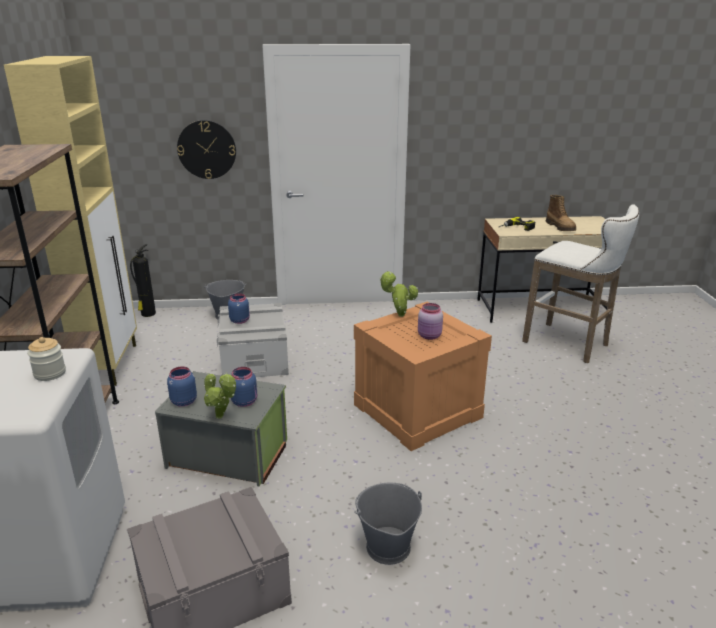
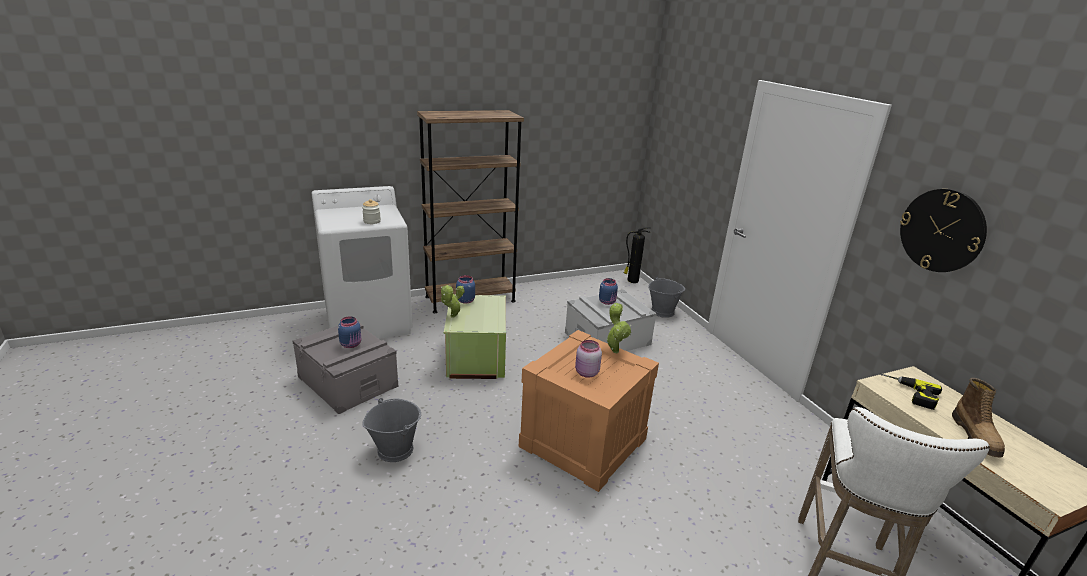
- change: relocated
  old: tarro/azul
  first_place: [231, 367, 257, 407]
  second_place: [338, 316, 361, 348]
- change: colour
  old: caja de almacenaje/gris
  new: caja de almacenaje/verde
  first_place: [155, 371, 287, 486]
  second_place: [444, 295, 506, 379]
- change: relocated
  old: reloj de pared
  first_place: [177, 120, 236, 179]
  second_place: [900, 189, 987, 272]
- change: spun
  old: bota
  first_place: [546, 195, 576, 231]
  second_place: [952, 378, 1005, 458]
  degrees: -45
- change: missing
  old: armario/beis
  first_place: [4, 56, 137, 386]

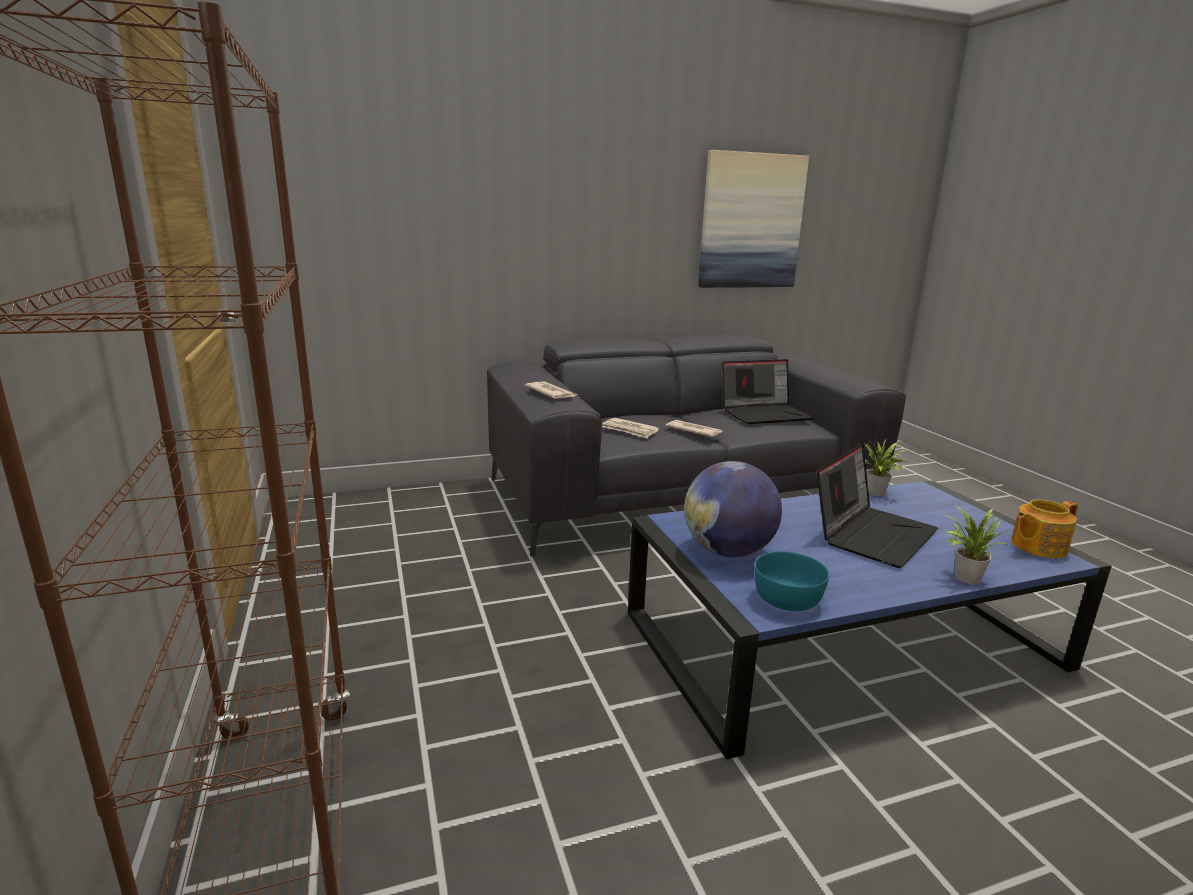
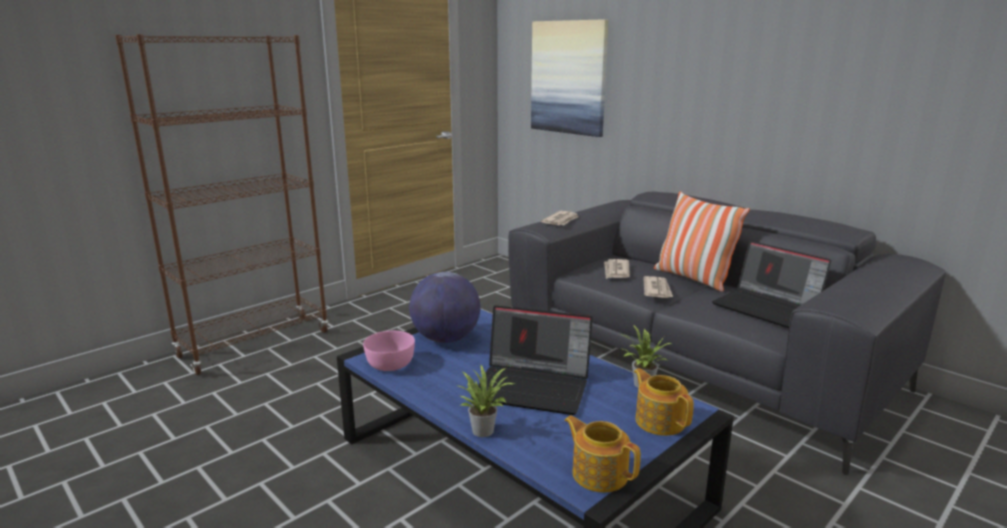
- change: colour
  old: cuenco/turquesa
  new: cuenco/rosa
  first_place: [754, 551, 829, 611]
  second_place: [363, 331, 415, 371]
- change: relocated
  old: cuadro
  first_place: [698, 150, 809, 288]
  second_place: [531, 19, 608, 137]
- change: appeared
  new: tetera
  second_place: [634, 368, 694, 436]
- change: appeared
  new: cojín
  second_place: [654, 191, 750, 292]

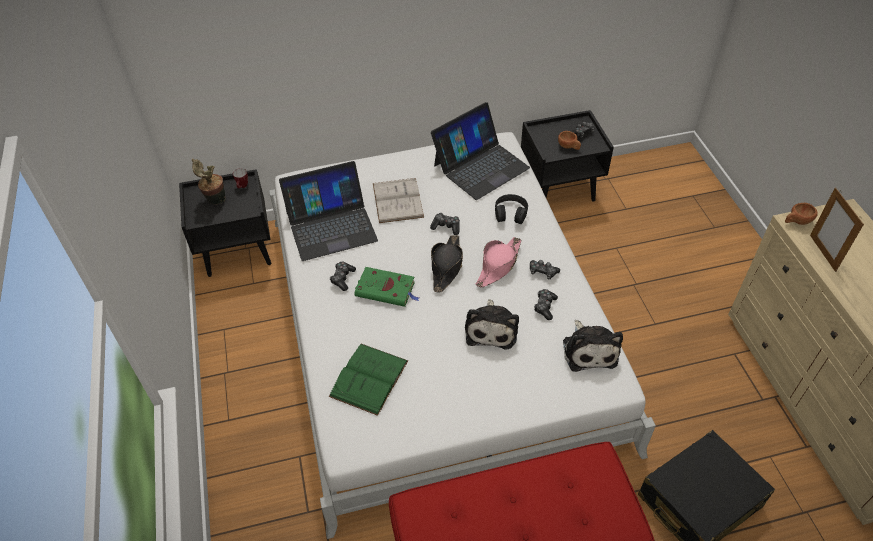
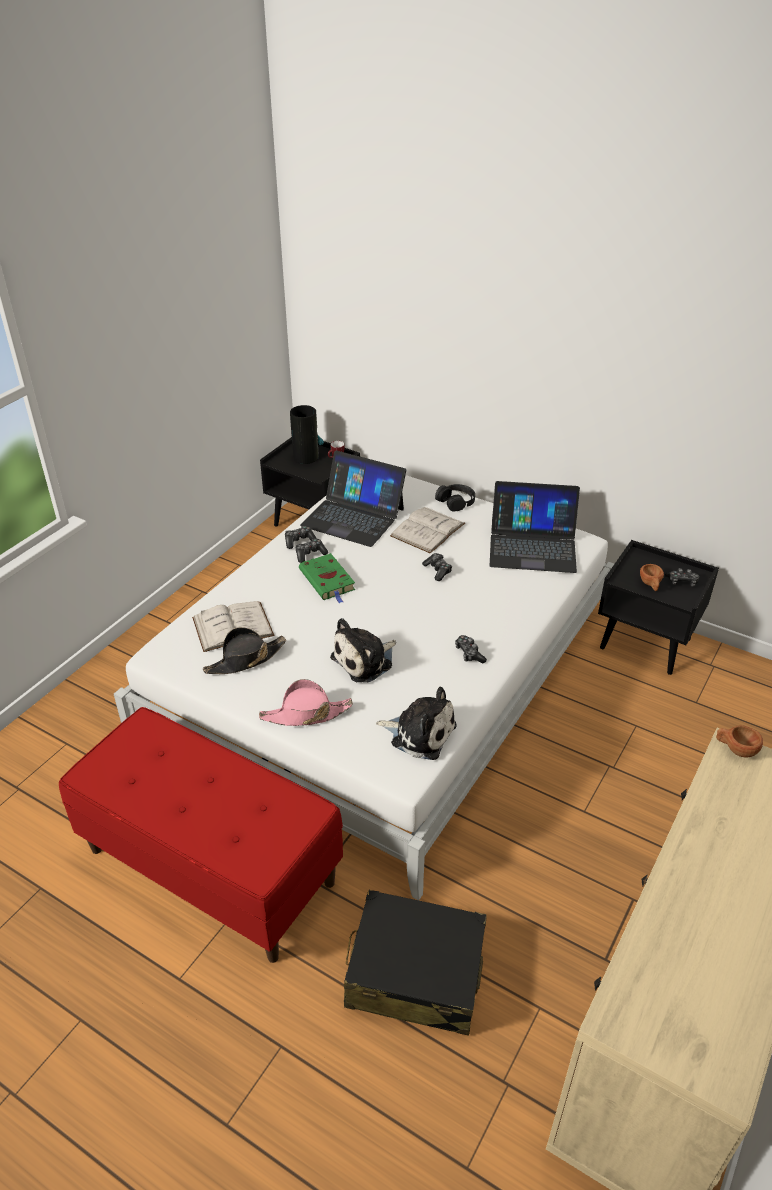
- change: colour
  old: libro/verde
  new: libro/blanco
  first_place: [329, 344, 408, 416]
  second_place: [192, 601, 274, 652]
- change: relocated
  old: sombrero/negro
  first_place: [431, 235, 463, 292]
  second_place: [203, 627, 286, 674]
- change: relocated
  old: sombrero/rosa
  first_place: [476, 237, 521, 287]
  second_place: [259, 679, 353, 726]
- change: relocated
  old: mando de consola
  first_place: [534, 289, 558, 320]
  second_place: [285, 526, 317, 549]
- change: exchanged
  old: planta en maceta
  new: florero
  first_place: [192, 159, 226, 204]
  second_place: [290, 405, 324, 464]
- change: spun
  old: peluche
  first_place: [563, 320, 623, 372]
  second_place: [376, 686, 456, 760]
  degrees: -105
- change: relocated
  old: auriculares/negro
  first_place: [495, 194, 528, 224]
  second_place: [435, 484, 475, 512]
- change: missing
  old: portarretratos
  first_place: [810, 187, 864, 272]

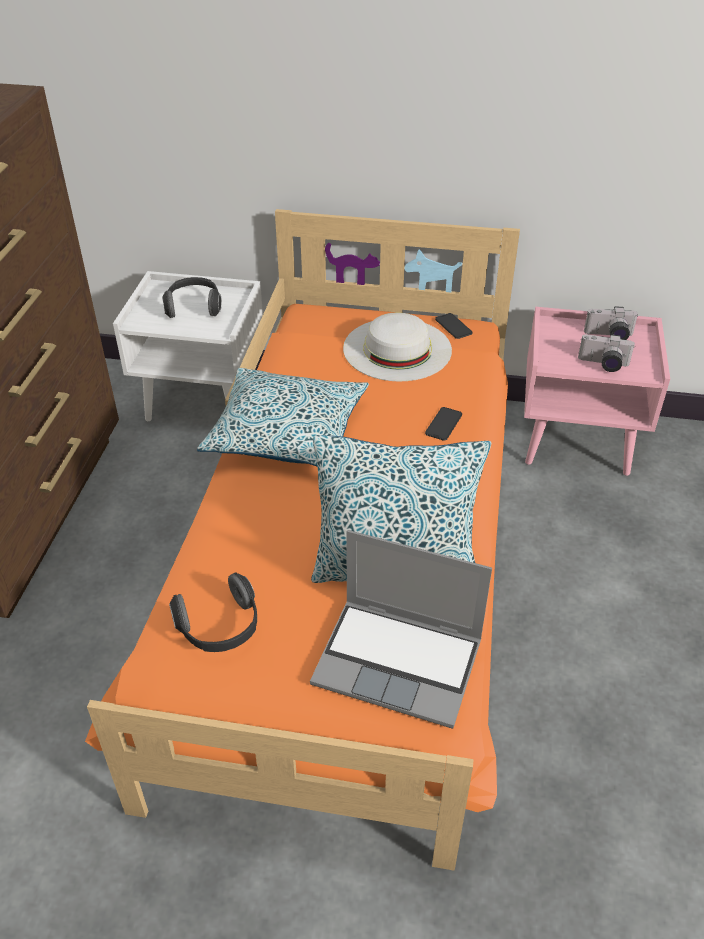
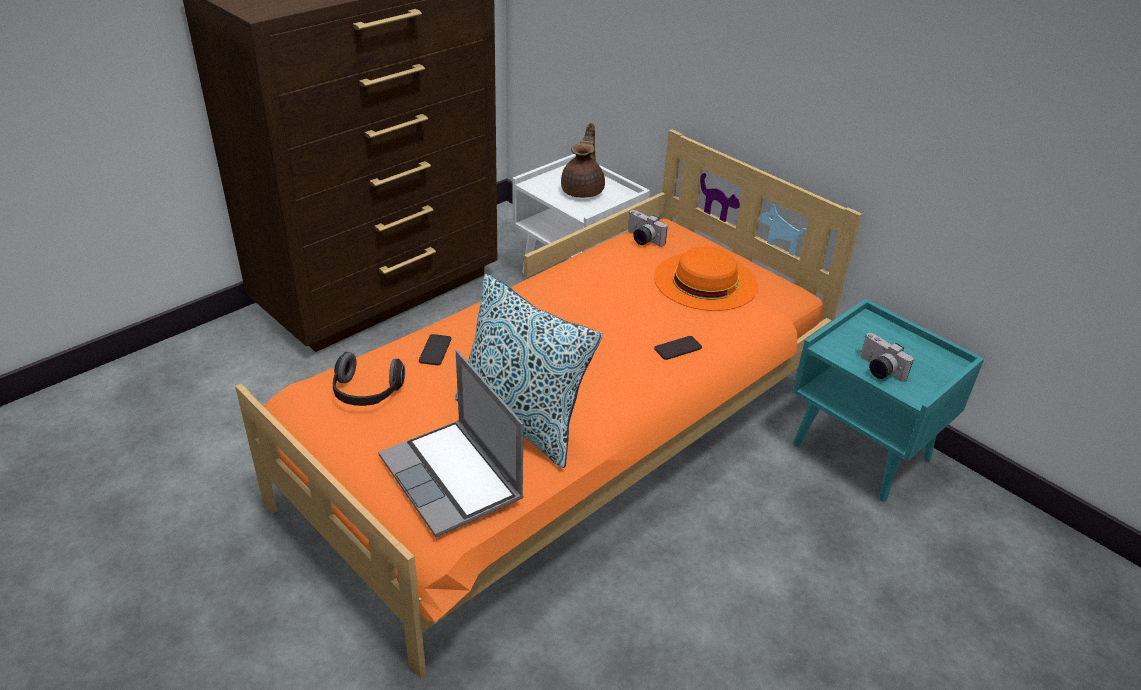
- change: relocated
  old: móvil
  first_place: [435, 313, 473, 339]
  second_place: [419, 334, 451, 365]
- change: exchanged
  old: auriculares
  new: tetera/marrón
  first_place: [162, 277, 222, 318]
  second_place: [561, 123, 605, 198]
- change: relocated
  old: cámara
  first_place: [584, 306, 638, 340]
  second_place: [628, 210, 668, 246]
- change: colour
  old: sombrero/blanco
  new: sombrero/naranja
  first_place: [343, 313, 452, 381]
  second_place: [654, 247, 758, 311]
- change: colour
  old: mesita de noche/rosa
  new: mesita de noche/turquesa
  first_place: [524, 307, 670, 476]
  second_place: [792, 299, 985, 502]
- change: missing
  old: cojín
  first_place: [197, 368, 369, 466]

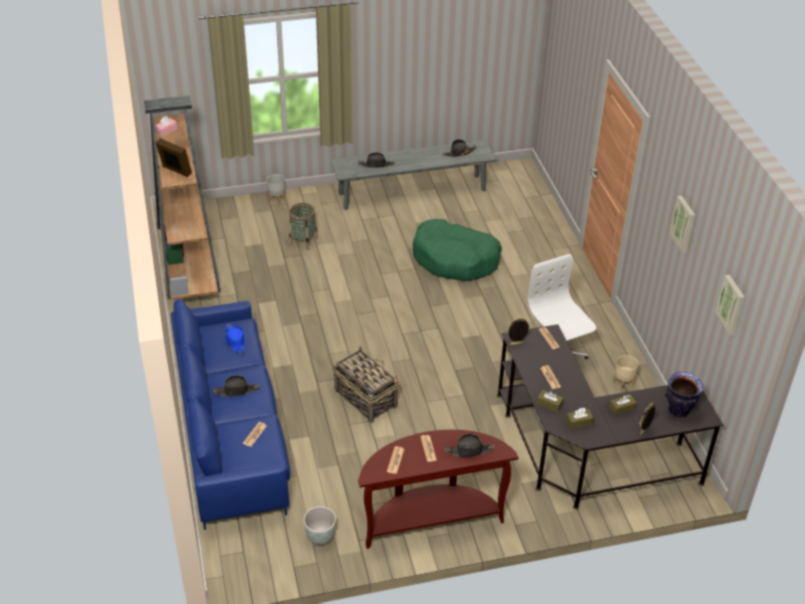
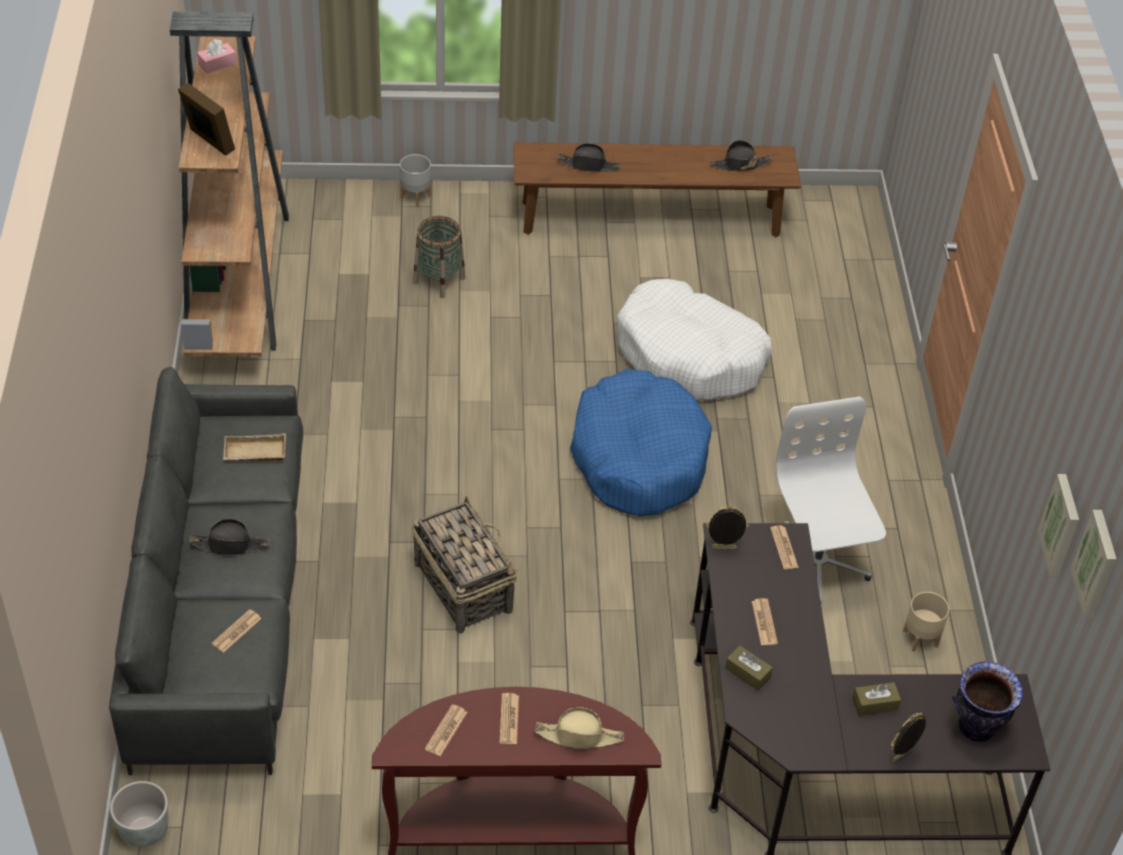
- change: colour
  old: sofá/azul
  new: sofá/gris
  first_place: [171, 299, 290, 530]
  second_place: [109, 367, 303, 775]
- change: relocated
  old: maceta/gris
  first_place: [304, 506, 336, 545]
  second_place: [110, 781, 169, 848]
- change: exchanged
  old: sombrero/azul
  new: bandeja/beis
  first_place: [225, 323, 244, 354]
  second_place: [223, 433, 286, 461]
- change: colour
  old: banco/gris
  new: banco/marrón
  first_place: [330, 140, 496, 210]
  second_place: [513, 143, 801, 237]
- change: colour
  old: sombrero/negro
  new: sombrero/beis
  first_place: [445, 434, 495, 457]
  second_place: [535, 707, 624, 749]
- change: appeared
  new: cama para perro/azul
  second_place: [570, 369, 712, 516]
- change: colour
  old: cama para perro/verde
  new: cama para perro/blanco
  first_place: [413, 219, 502, 281]
  second_place: [617, 279, 772, 401]
- change: relocated
  old: cuadro
  first_place: [670, 196, 695, 253]
  second_place: [1038, 474, 1079, 577]
- change: missing
  old: caja de pañuelos/marrón
  first_place: [566, 408, 594, 429]

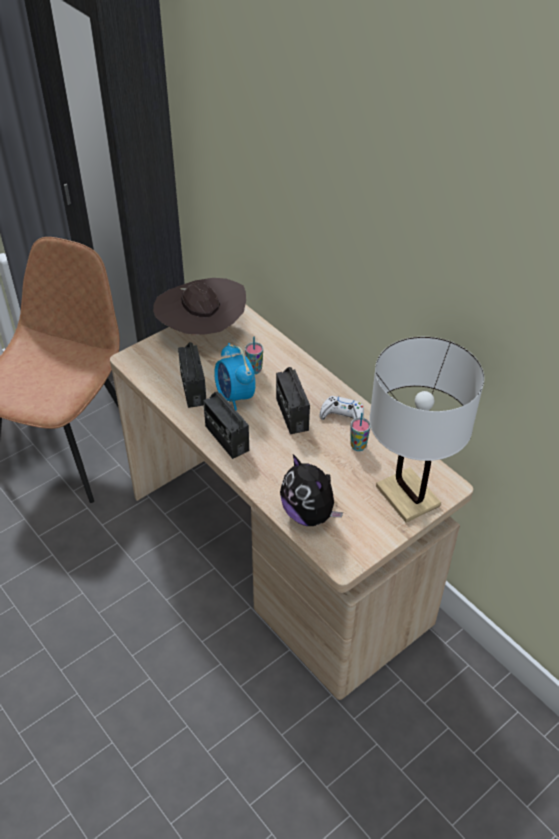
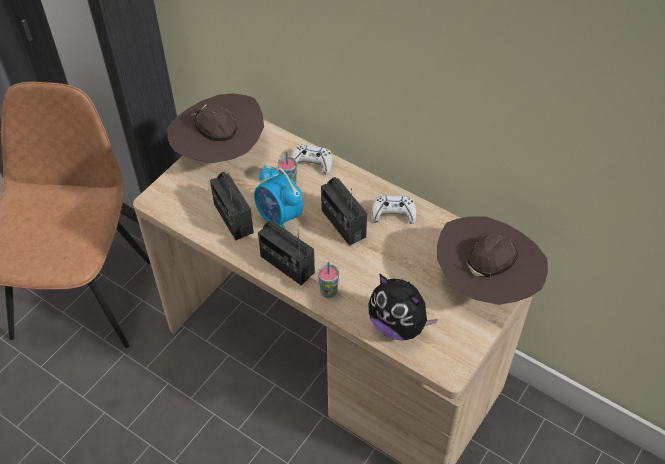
- change: appeared
  new: mando de consola/blanco
  second_place: [291, 145, 332, 175]
- change: relocated
  old: taza
  first_place: [351, 413, 370, 451]
  second_place: [318, 262, 339, 298]
- change: exchanged
  old: lámpara de mesa/blanco
  new: sombrero/marrón
  first_place: [369, 337, 484, 523]
  second_place: [437, 216, 548, 305]

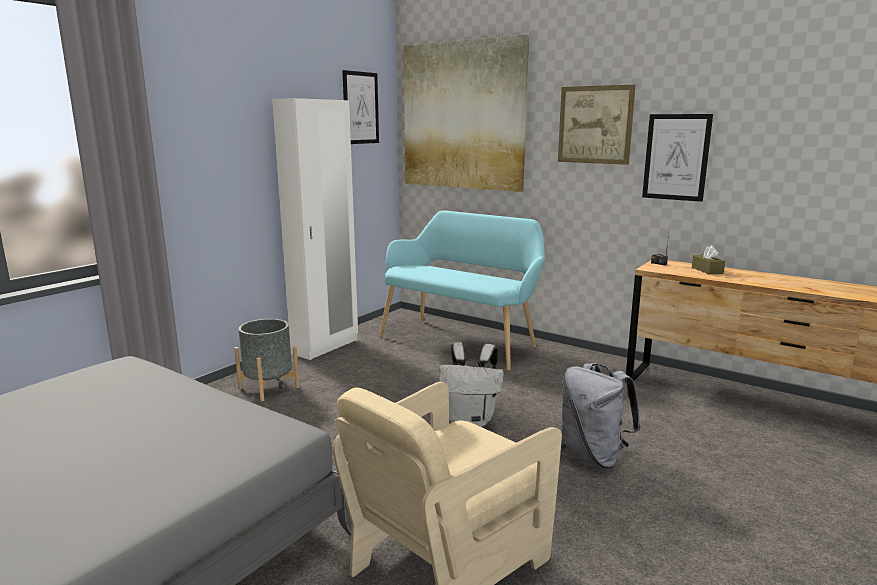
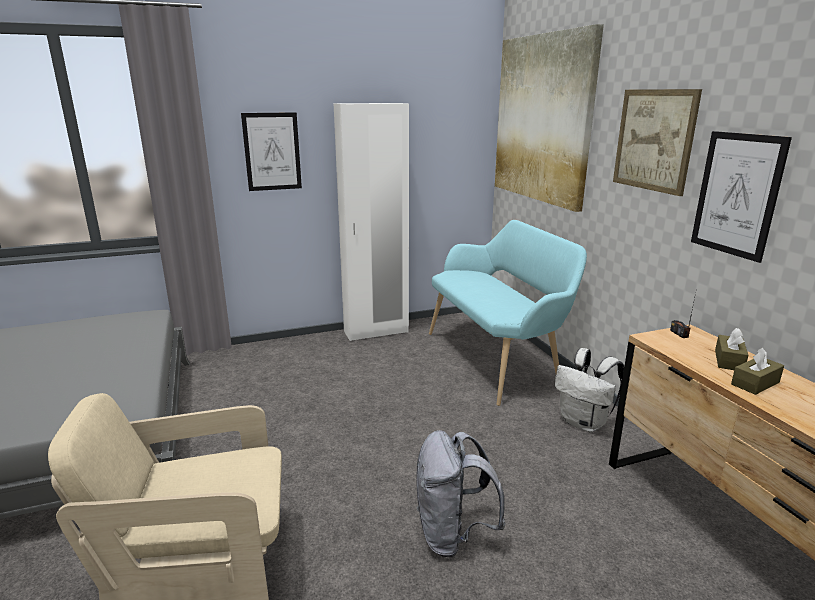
- change: relocated
  old: cuadro
  first_place: [342, 70, 379, 144]
  second_place: [241, 112, 302, 191]
- change: relocated
  old: mochila/blanco
  first_place: [439, 342, 504, 427]
  second_place: [555, 348, 624, 432]
- change: appeared
  new: caja de pañuelos/marrón
  second_place: [731, 348, 784, 395]
- change: missing
  old: maceta/gris
  first_place: [234, 319, 299, 401]

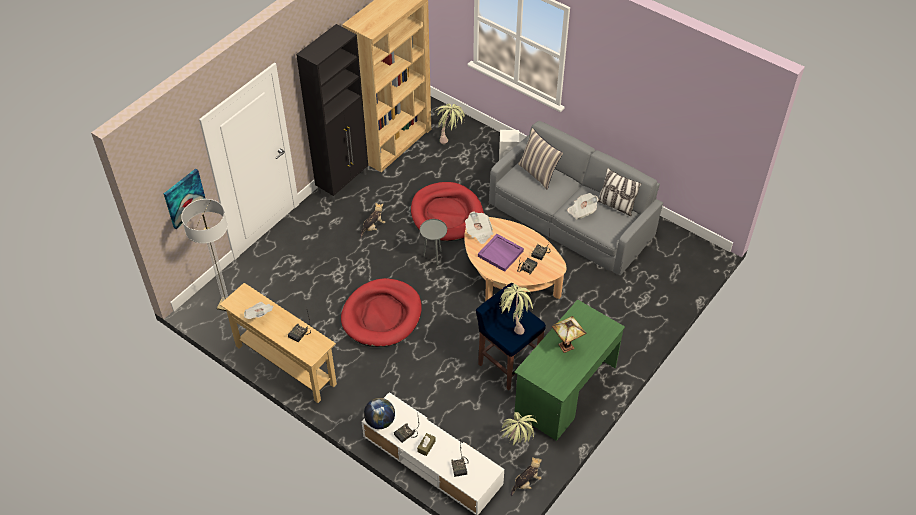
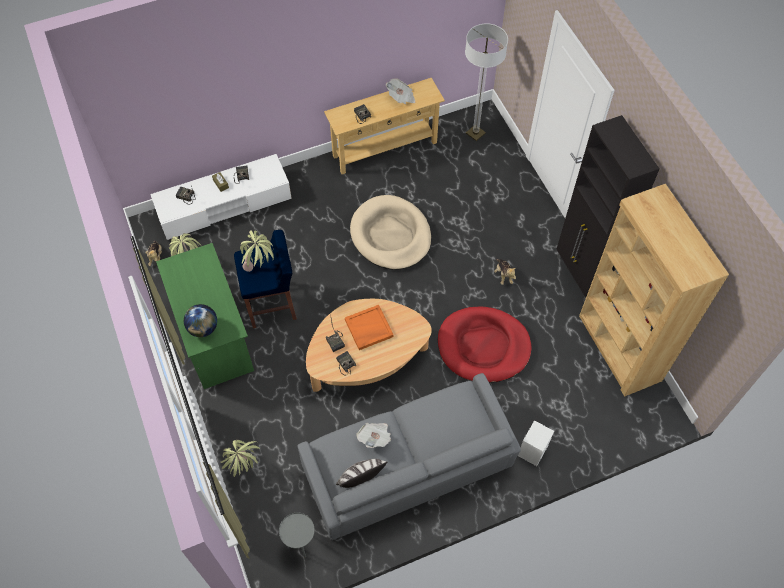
- change: relocated
  old: globo terráqueo
  first_place: [364, 398, 395, 429]
  second_place: [184, 304, 217, 337]
- change: relocated
  old: planta en maceta
  first_place: [436, 104, 465, 144]
  second_place: [220, 440, 260, 477]
- change: relocated
  old: mesa auxiliar/gris
  first_place: [420, 219, 447, 265]
  second_place: [279, 513, 315, 558]
- change: colour
  old: bandeja/morado
  new: bandeja/naranja
  first_place: [478, 234, 524, 272]
  second_place: [345, 305, 394, 350]
- change: colour
  old: cama para perro/rojo
  new: cama para perro/beis
  first_place: [341, 278, 421, 347]
  second_place: [350, 195, 431, 270]
- change: missing
  old: cuadro
  first_place: [164, 169, 206, 229]
- change: missing
  old: periódico
  first_place: [465, 211, 494, 244]
- change: missing
  old: cojín
  first_place: [518, 128, 563, 190]
- change: missing
  old: lámpara de mesa
  first_place: [552, 316, 586, 353]

